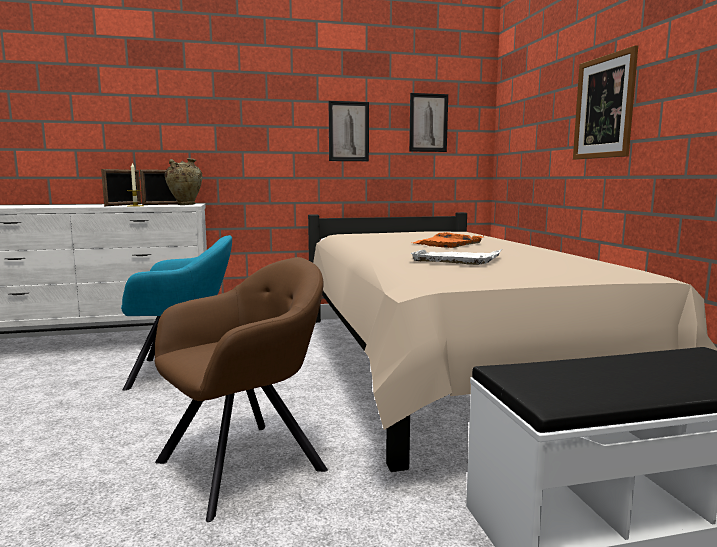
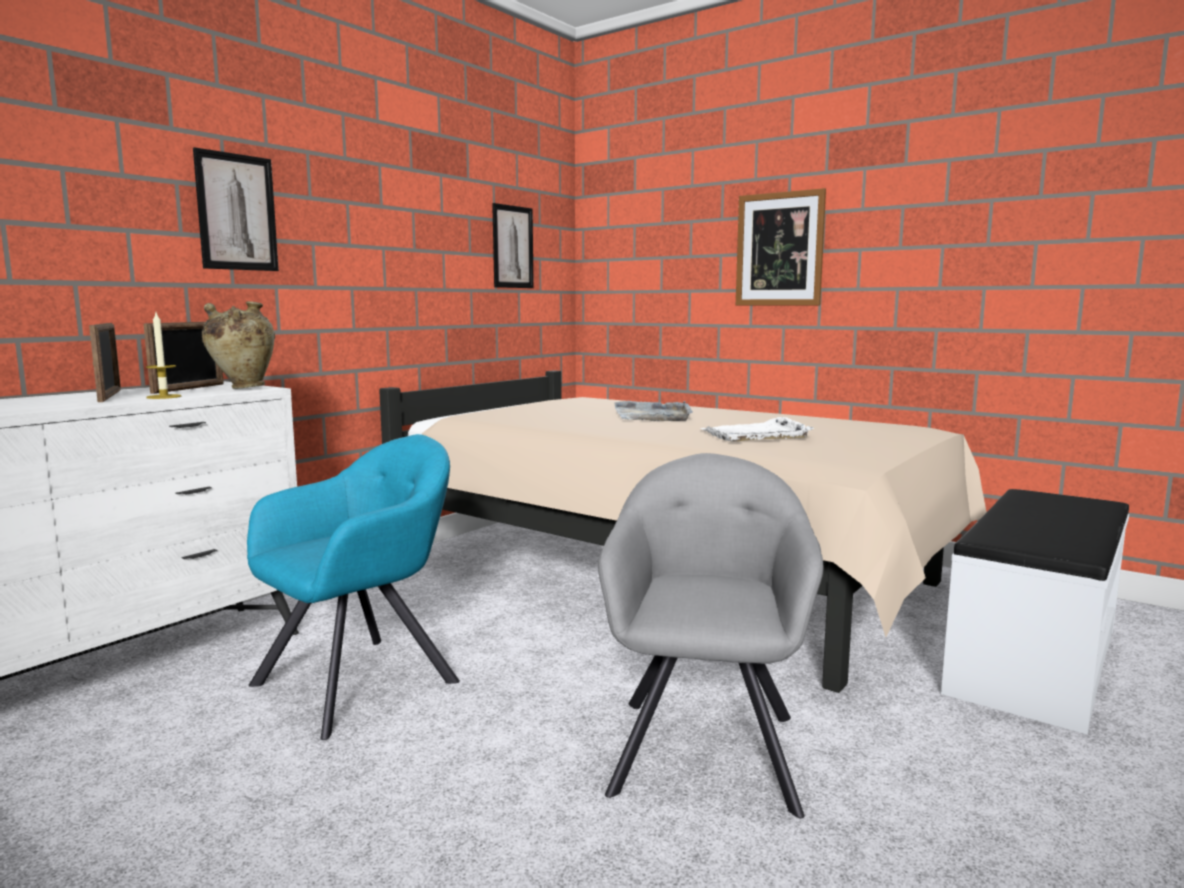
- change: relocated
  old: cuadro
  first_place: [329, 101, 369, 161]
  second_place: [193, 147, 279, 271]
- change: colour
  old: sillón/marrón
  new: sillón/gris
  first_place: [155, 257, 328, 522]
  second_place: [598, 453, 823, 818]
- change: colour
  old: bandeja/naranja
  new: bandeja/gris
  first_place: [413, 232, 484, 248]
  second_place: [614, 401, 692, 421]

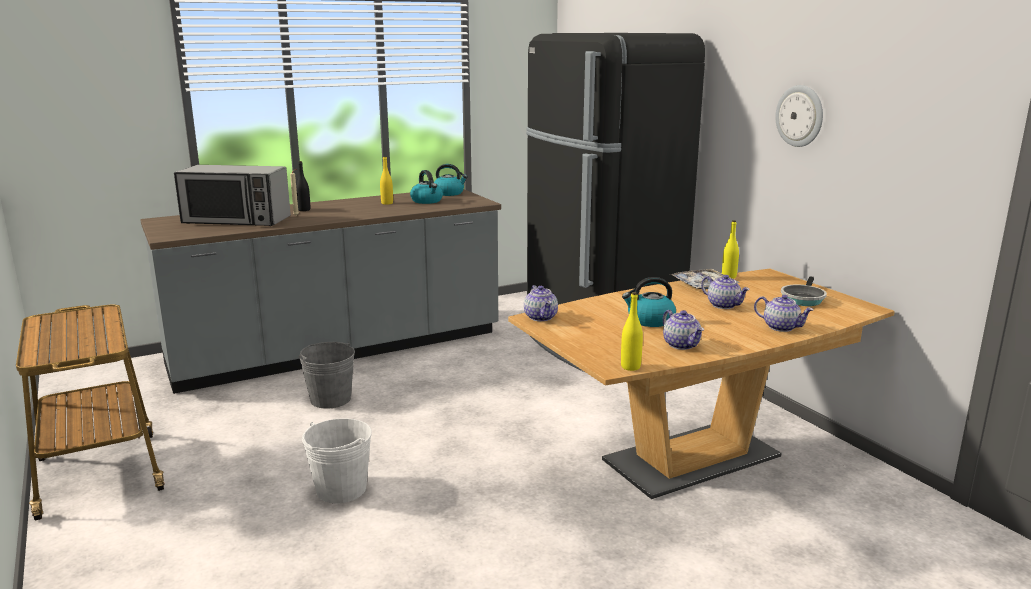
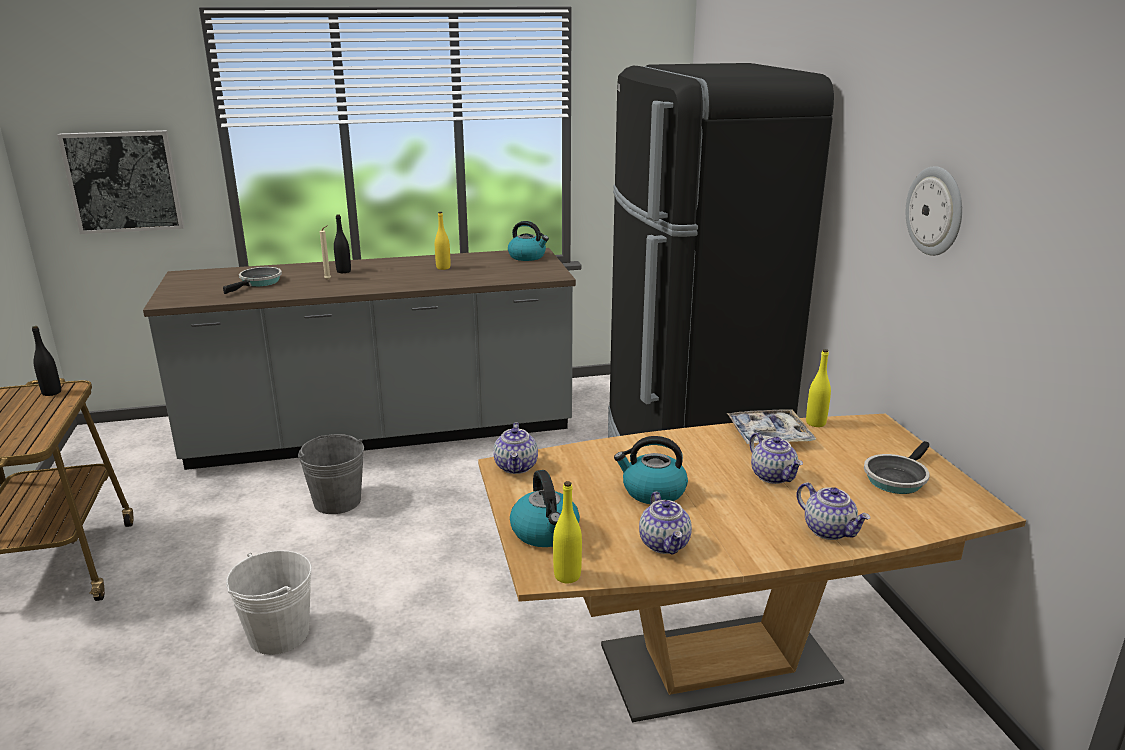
- change: appeared
  new: botella/negro
  second_place: [32, 326, 61, 396]
- change: appeared
  new: cuadro
  second_place: [57, 130, 184, 234]
- change: exchanged
  old: microondas
  new: sartén
  first_place: [174, 165, 291, 226]
  second_place: [223, 267, 282, 294]
- change: relocated
  old: hervidor
  first_place: [410, 170, 443, 204]
  second_place: [510, 470, 580, 547]

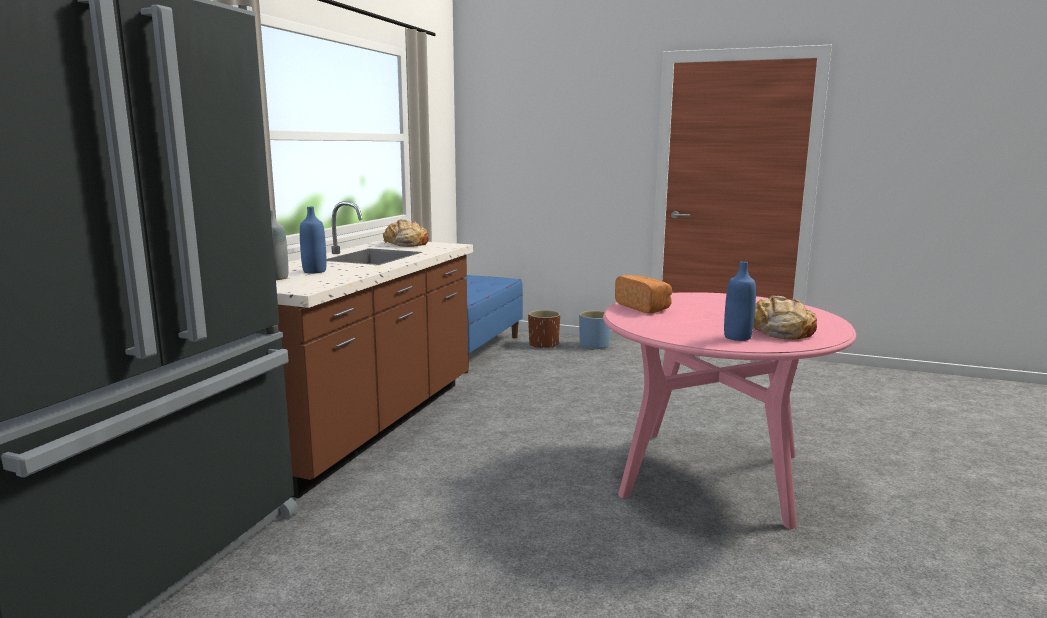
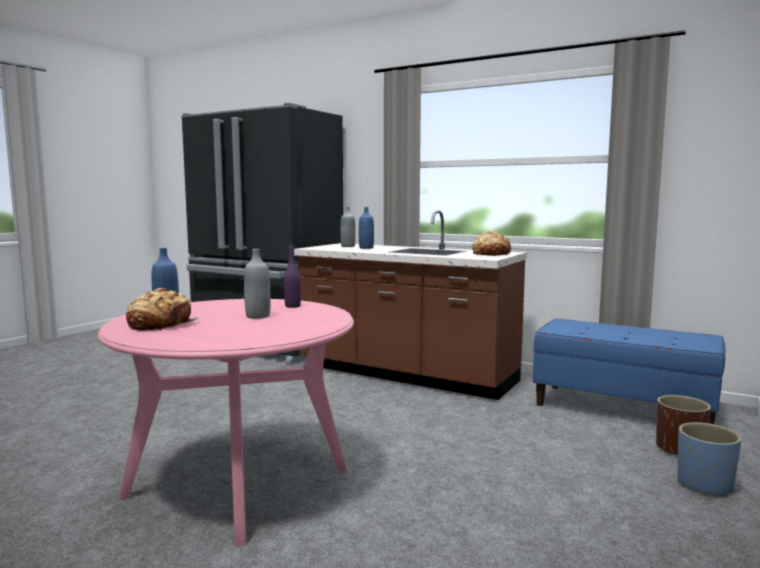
- change: appeared
  new: botella/gris
  second_place: [244, 249, 271, 319]
- change: exchanged
  old: pan
  new: botella/morado
  first_place: [615, 275, 672, 313]
  second_place: [284, 244, 301, 308]

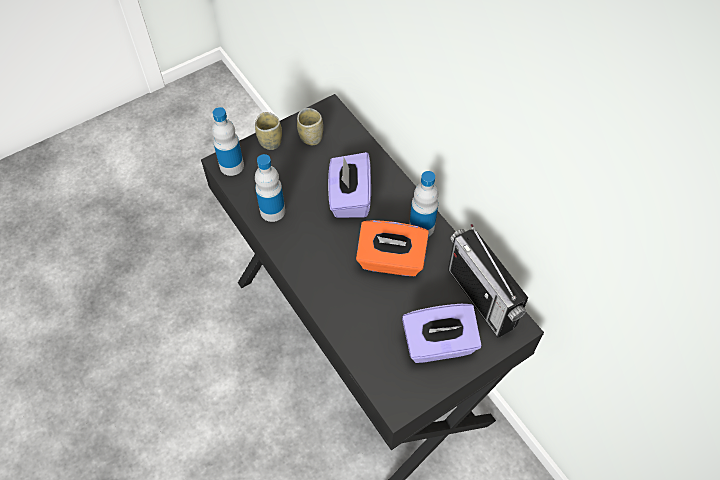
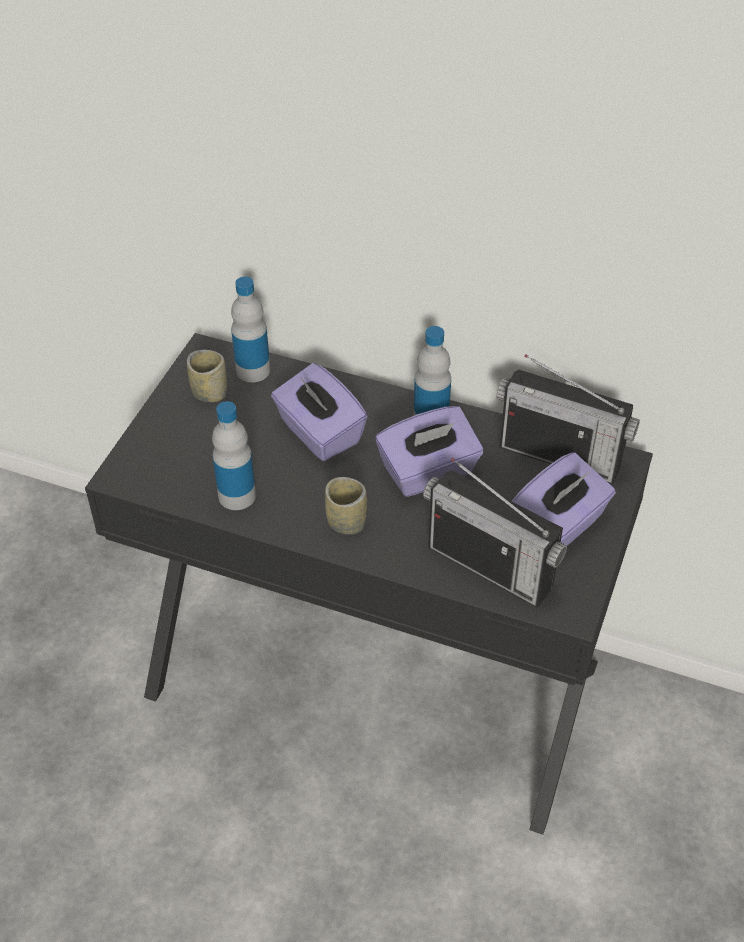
- change: relocated
  old: botella
  first_place: [212, 107, 244, 176]
  second_place: [231, 277, 270, 382]
- change: relocated
  old: taza
  first_place: [255, 112, 282, 150]
  second_place: [325, 477, 367, 535]
- change: colour
  old: caja de pañuelos/naranja
  new: caja de pañuelos/morado
  first_place: [356, 220, 429, 276]
  second_place: [375, 406, 483, 497]
- change: appeared
  new: radio
  second_place: [423, 458, 567, 608]

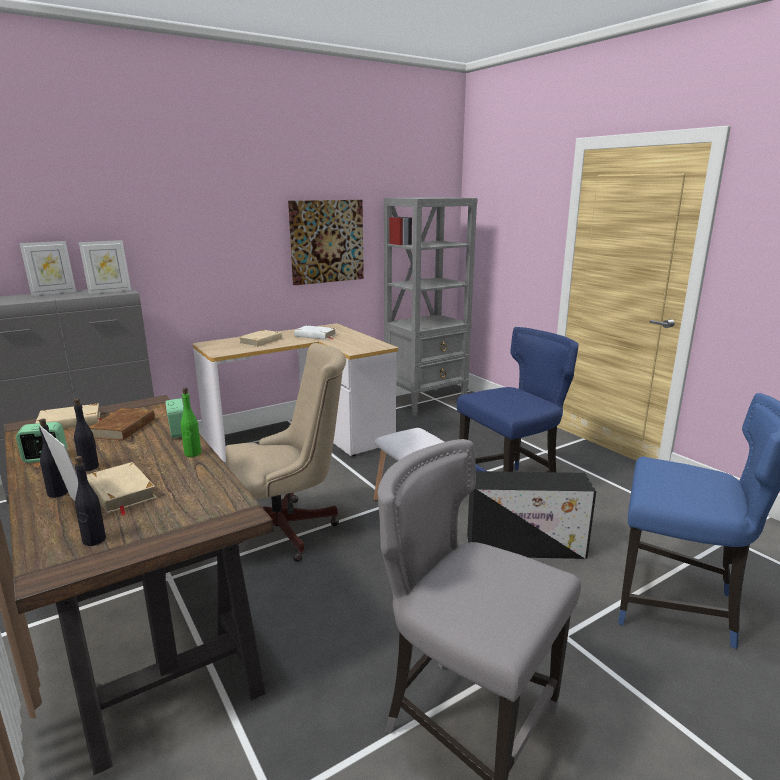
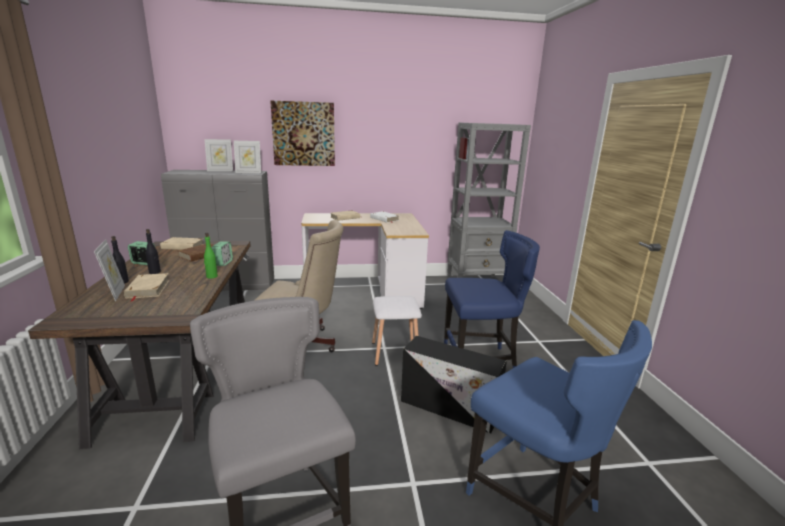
- change: relocated
  old: cuadro
  first_place: [288, 200, 364, 285]
  second_place: [270, 101, 335, 166]
- change: missing
  old: botella/negro
  first_place: [75, 456, 106, 546]

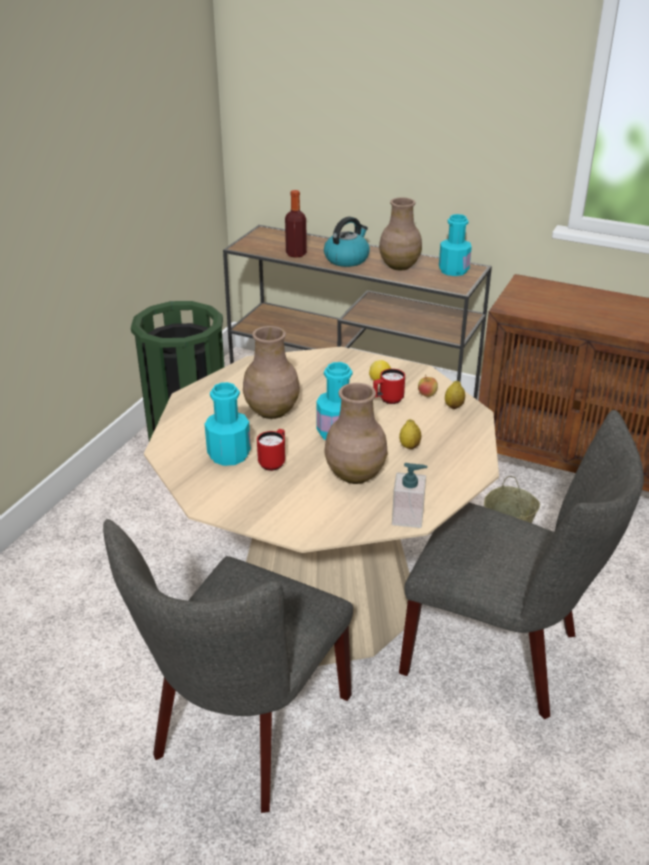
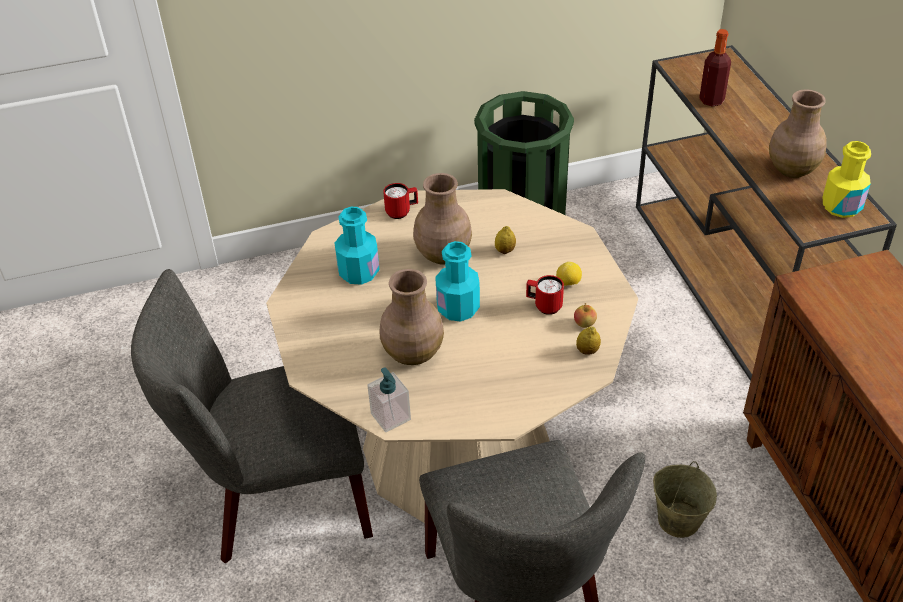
- change: relocated
  old: taza grande/rojo
  first_place: [257, 429, 285, 471]
  second_place: [383, 183, 418, 219]
- change: relocated
  old: limón
  first_place: [399, 419, 421, 449]
  second_place: [495, 226, 516, 254]
- change: colour
  old: botella/turquesa
  new: botella/amarillo
  first_place: [439, 214, 472, 276]
  second_place: [823, 141, 871, 218]
- change: missing
  old: hervidor
  first_place: [324, 217, 370, 267]

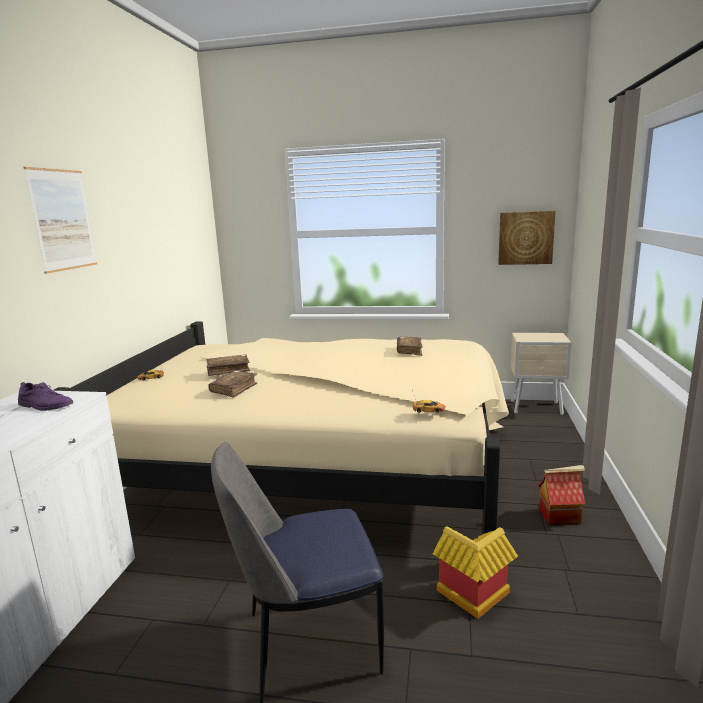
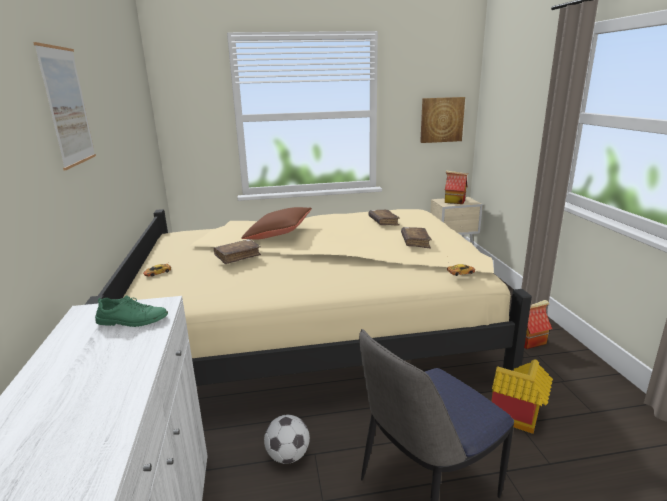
- change: colour
  old: zapato/morado
  new: zapato/verde
  first_place: [18, 382, 73, 411]
  second_place: [95, 295, 168, 327]
- change: appeared
  new: cojín/marrón
  second_place: [241, 207, 312, 240]
- change: appeared
  new: balón de fútbol
  second_place: [264, 415, 310, 464]
- change: relocated
  old: libro/marrón
  first_place: [208, 370, 257, 398]
  second_place: [401, 227, 432, 248]
- change: appeared
  new: casita
  second_place: [445, 171, 468, 204]

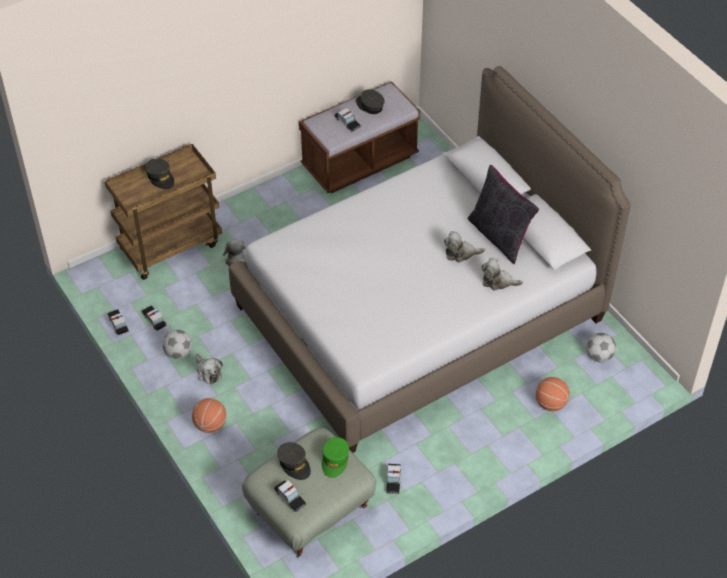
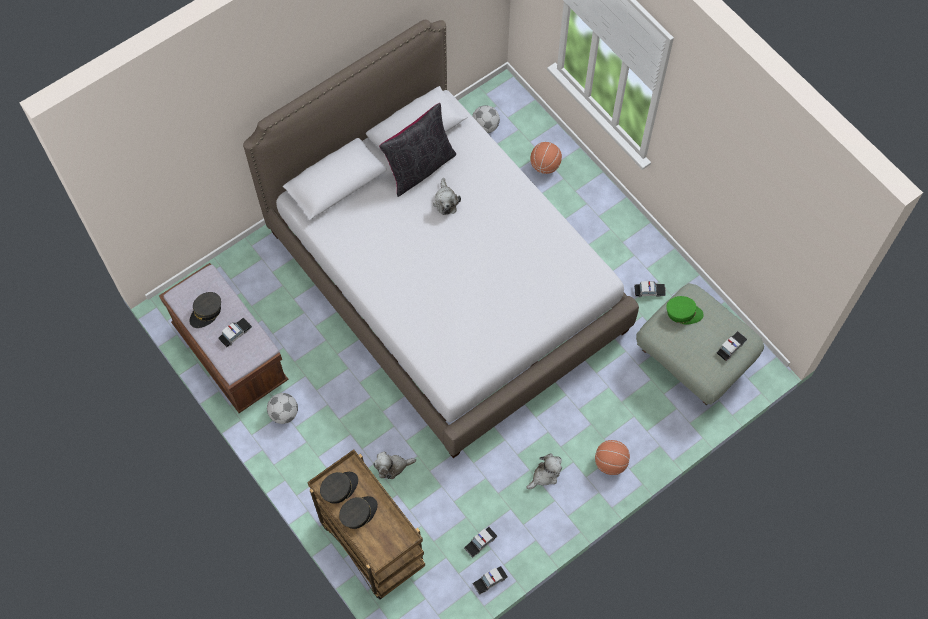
- change: relocated
  old: balón de fútbol
  first_place: [163, 330, 192, 359]
  second_place: [267, 393, 298, 424]
- change: relocated
  old: gorra/gris
  first_place: [277, 442, 311, 480]
  second_place: [320, 472, 358, 504]
- change: missing
  old: peluche
  first_place: [482, 258, 523, 291]

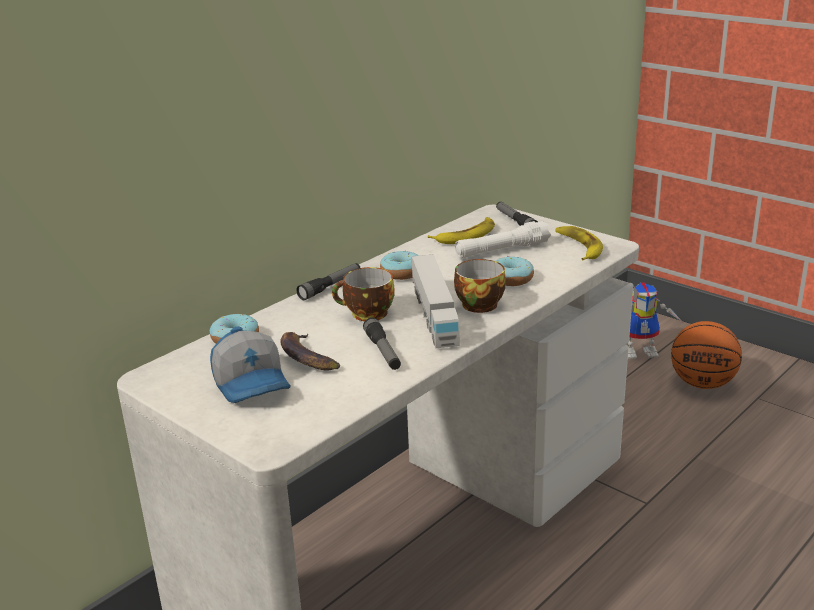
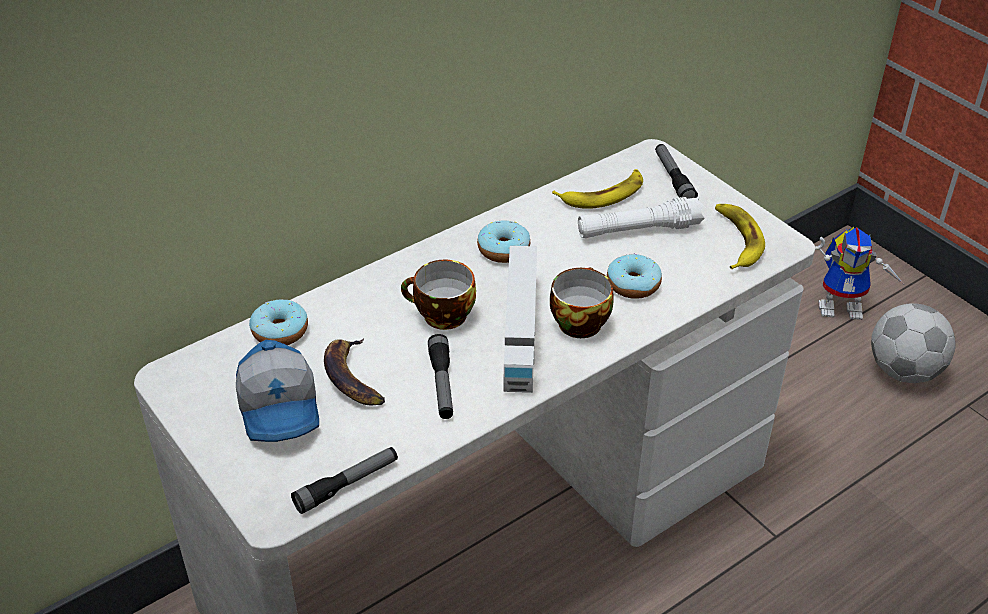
- change: relocated
  old: linterna
  first_place: [296, 263, 360, 300]
  second_place: [291, 447, 398, 514]
- change: exchanged
  old: balón de baloncesto
  new: balón de fútbol
  first_place: [671, 321, 742, 389]
  second_place: [871, 303, 956, 383]

